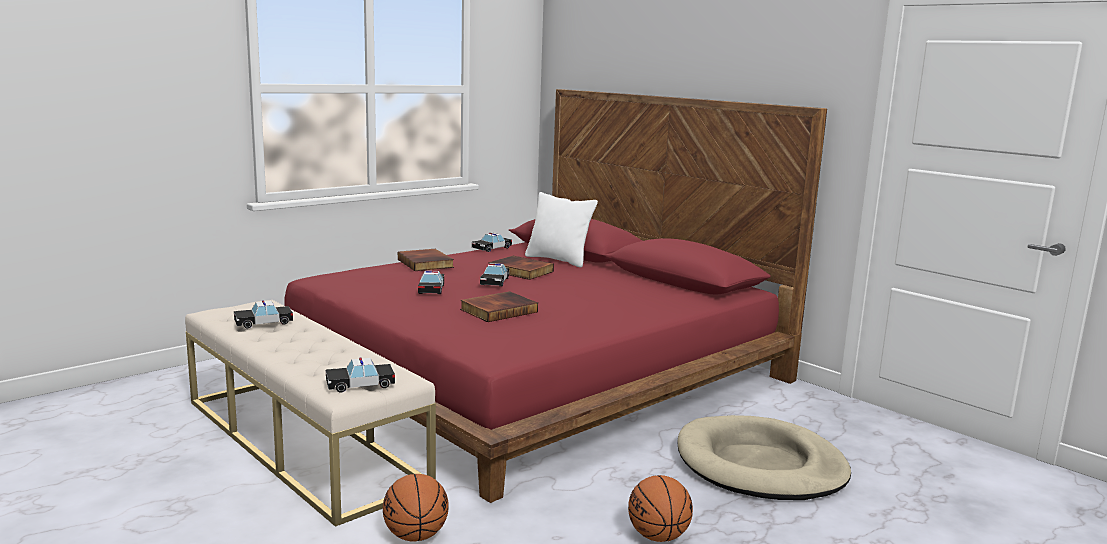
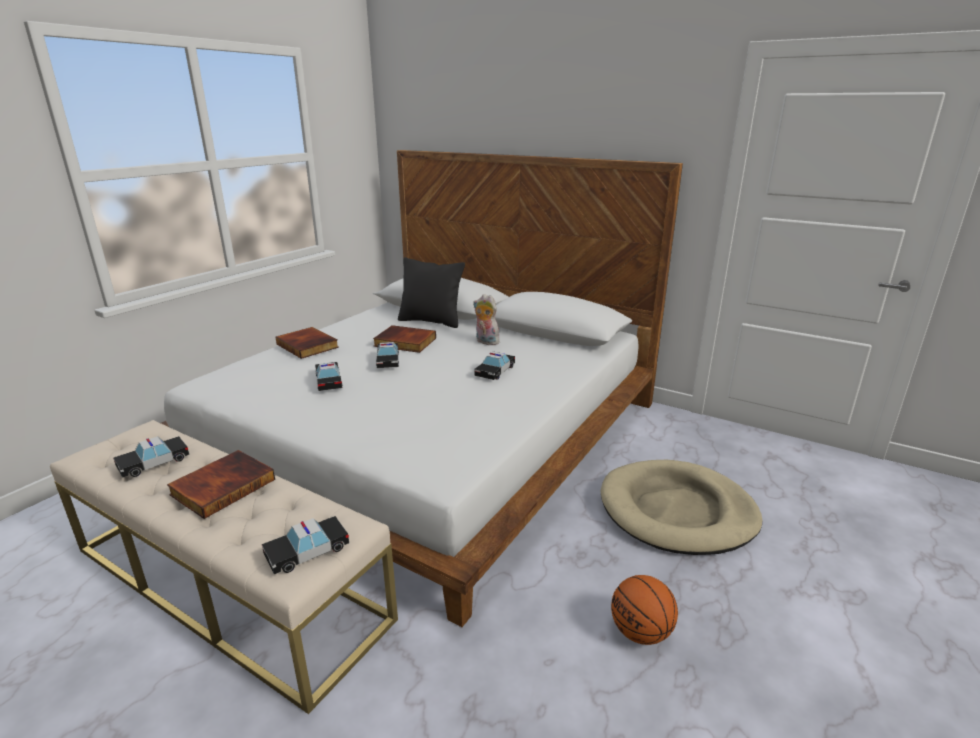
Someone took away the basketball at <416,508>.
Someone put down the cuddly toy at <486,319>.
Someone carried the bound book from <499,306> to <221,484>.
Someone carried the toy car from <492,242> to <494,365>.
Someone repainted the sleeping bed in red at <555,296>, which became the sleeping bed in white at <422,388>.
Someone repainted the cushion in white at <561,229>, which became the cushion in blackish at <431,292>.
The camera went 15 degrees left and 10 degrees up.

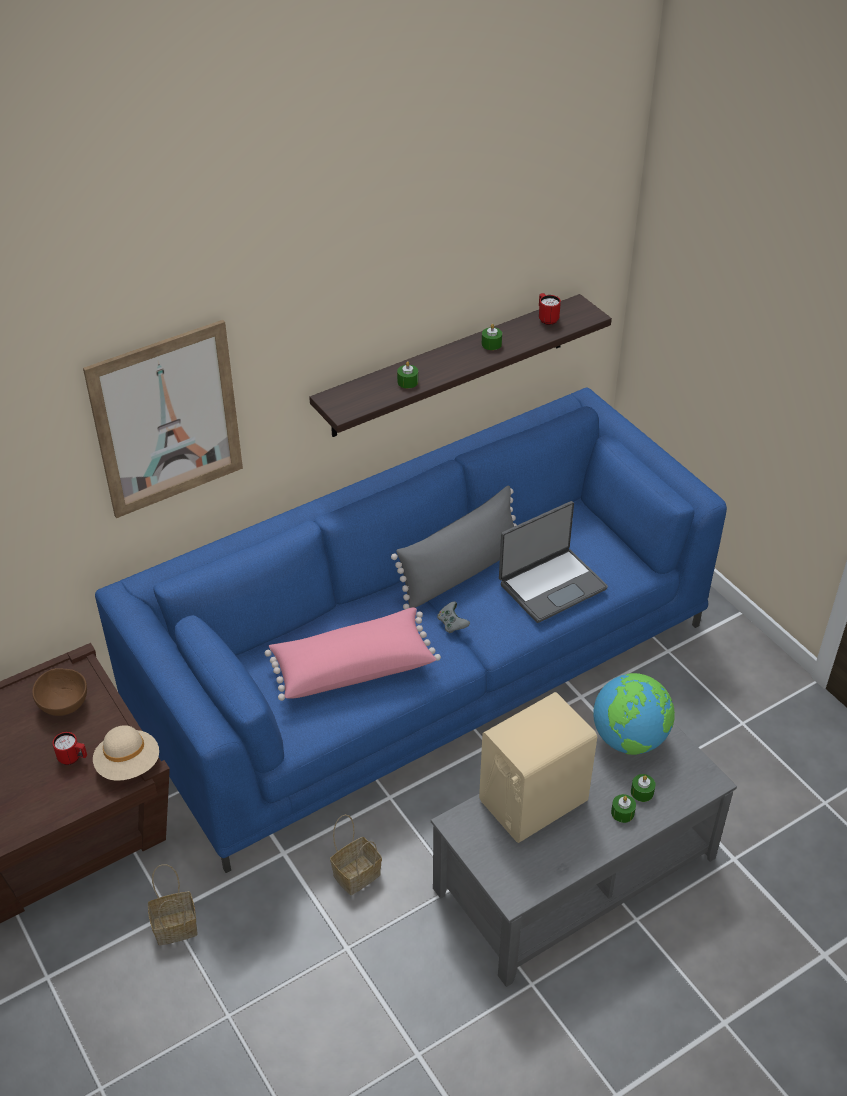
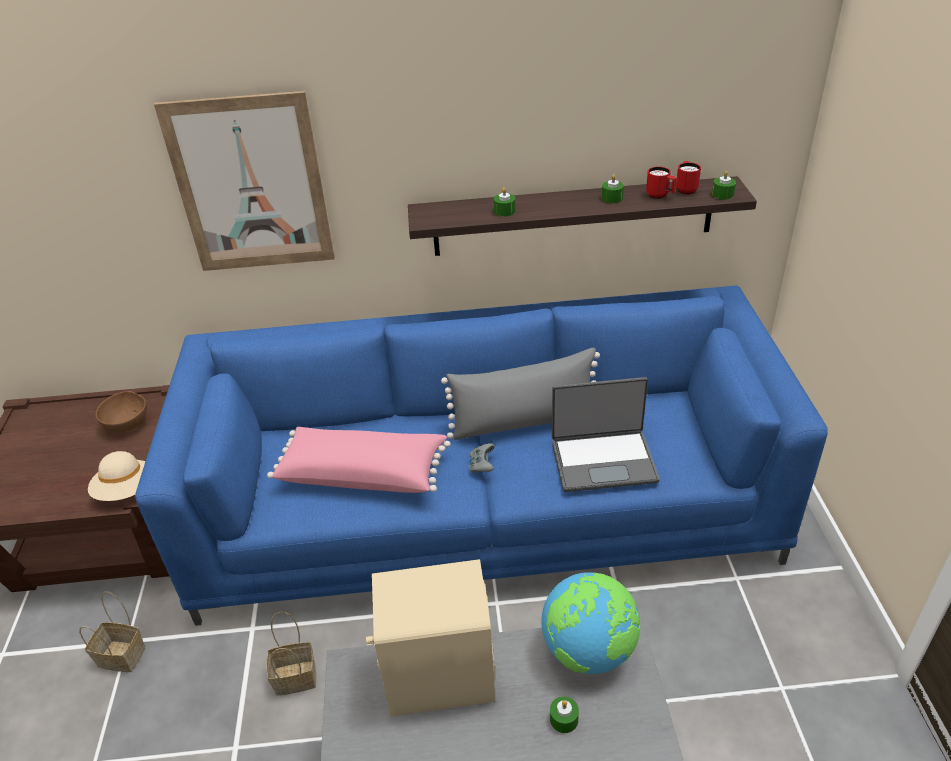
Someone carried the coffee mug in red from <69,748> to <661,182>.
Someone carried the wax candle in green-coloured from <623,808> to <724,185>.
The camera went 30 degrees right and 5 degrees down.

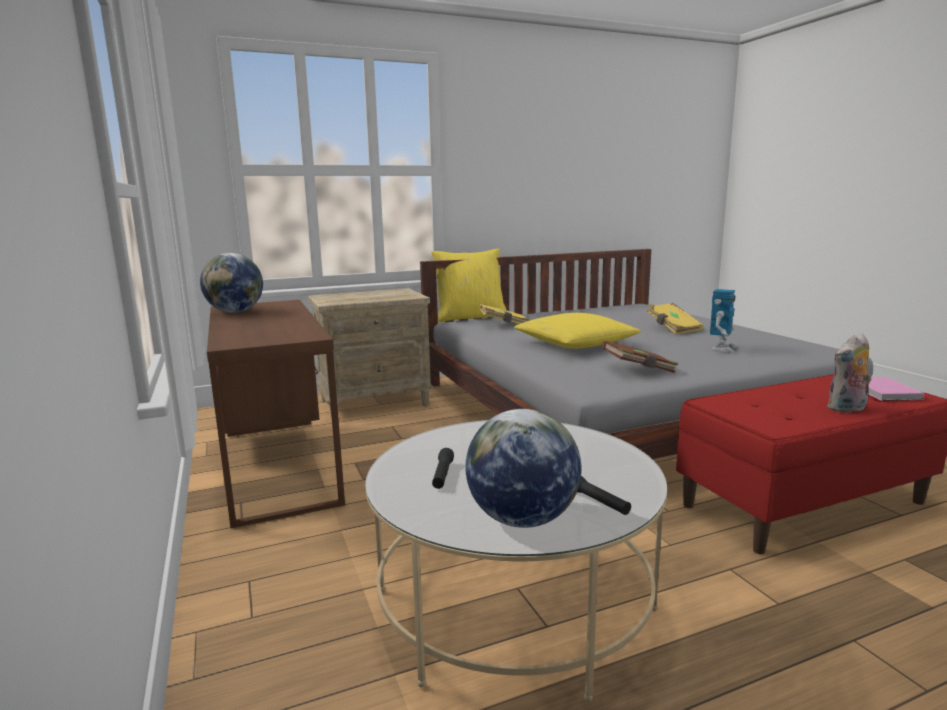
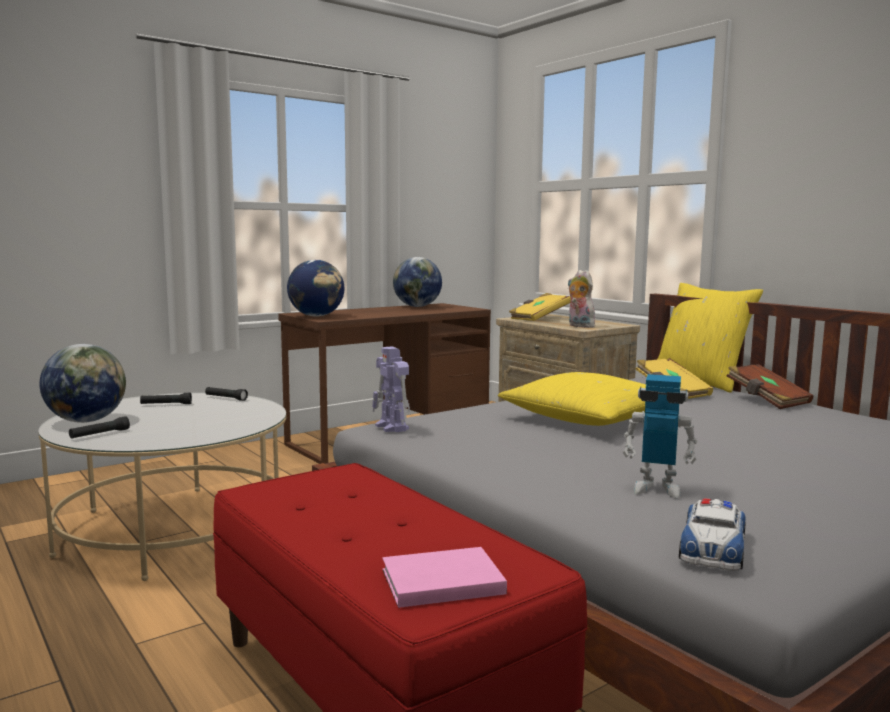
Someone put down the torch in blackish at <226,394>.
Someone put down the world globe at <315,288>.
Someone put down the robot figure at <391,389>.
Someone put down the toy car at <712,535>.
Someone carried the bound book in brown from <640,357> to <770,386>.
Someone carried the bound book in yellow-coloured from <675,318> to <540,307>.
Someone carried the cuddly toy from <849,373> to <581,299>.
The camera went 75 degrees right and 5 degrees down.

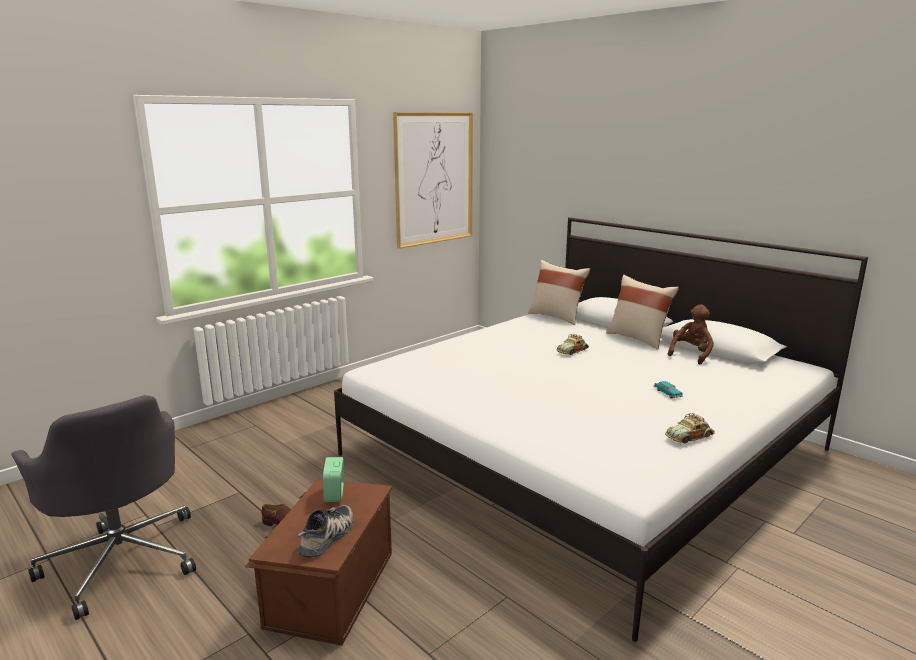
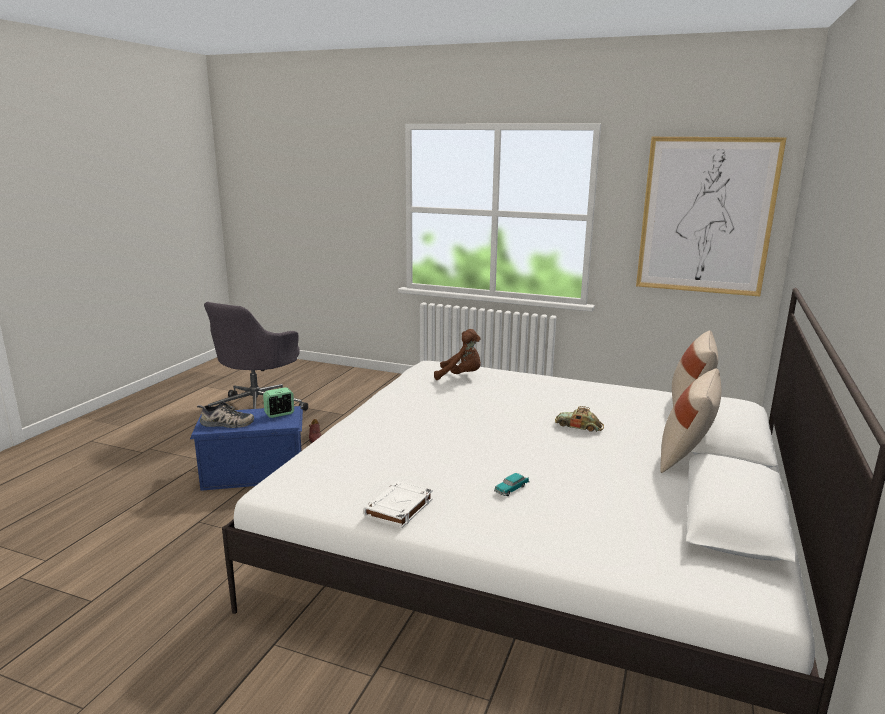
Someone carried the cuddly toy in brown from <691,334> to <457,354>.
Someone swapped the toy car at <690,428> for the bound book in white at <398,504>.
Someone repainted the storage bin in brown at <318,562>, which became the storage bin in blue at <246,448>.
The camera went 65 degrees right and 0 degrees up.

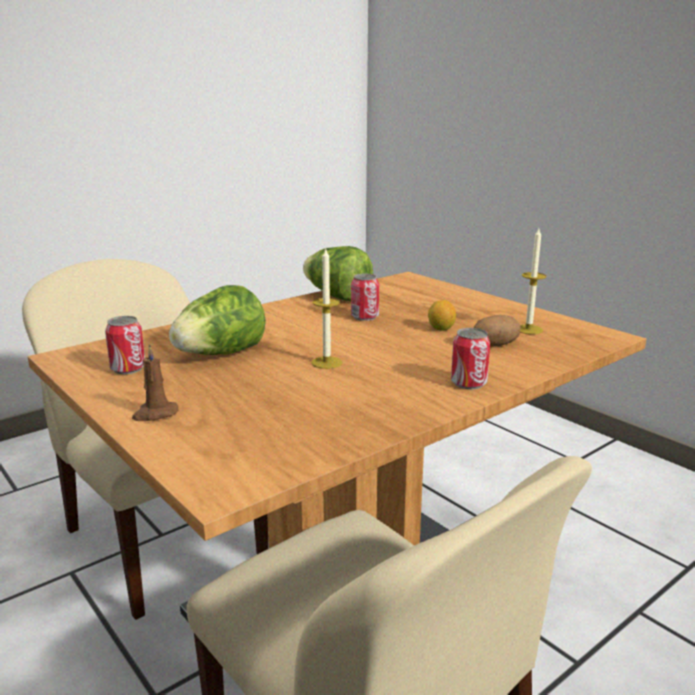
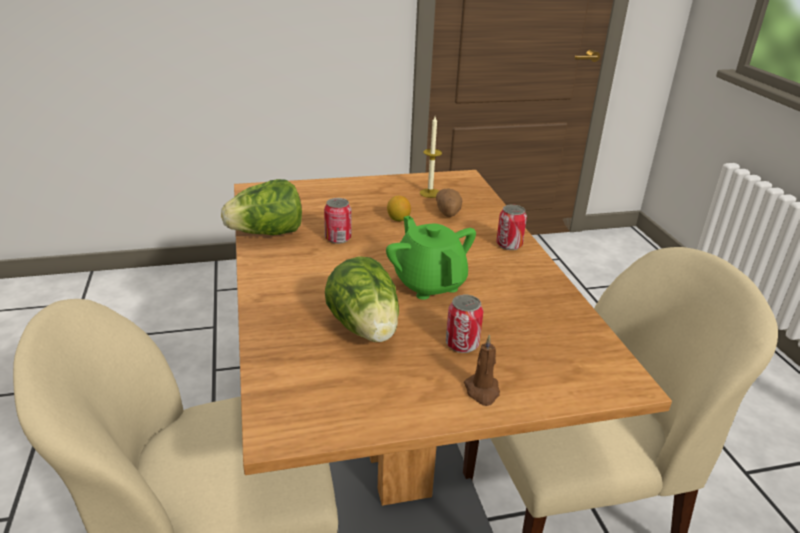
Someone carried the can from <125,345> to <464,324>.
Someone swapped the wax candle at <327,309> for the tea pot in green-coloured at <431,258>.
The camera went 65 degrees left and 10 degrees up.

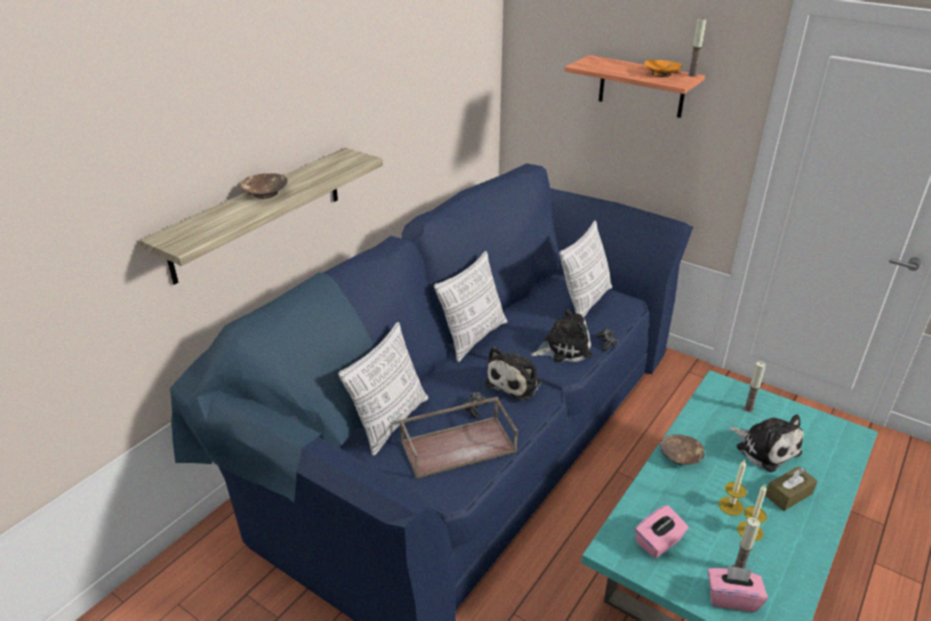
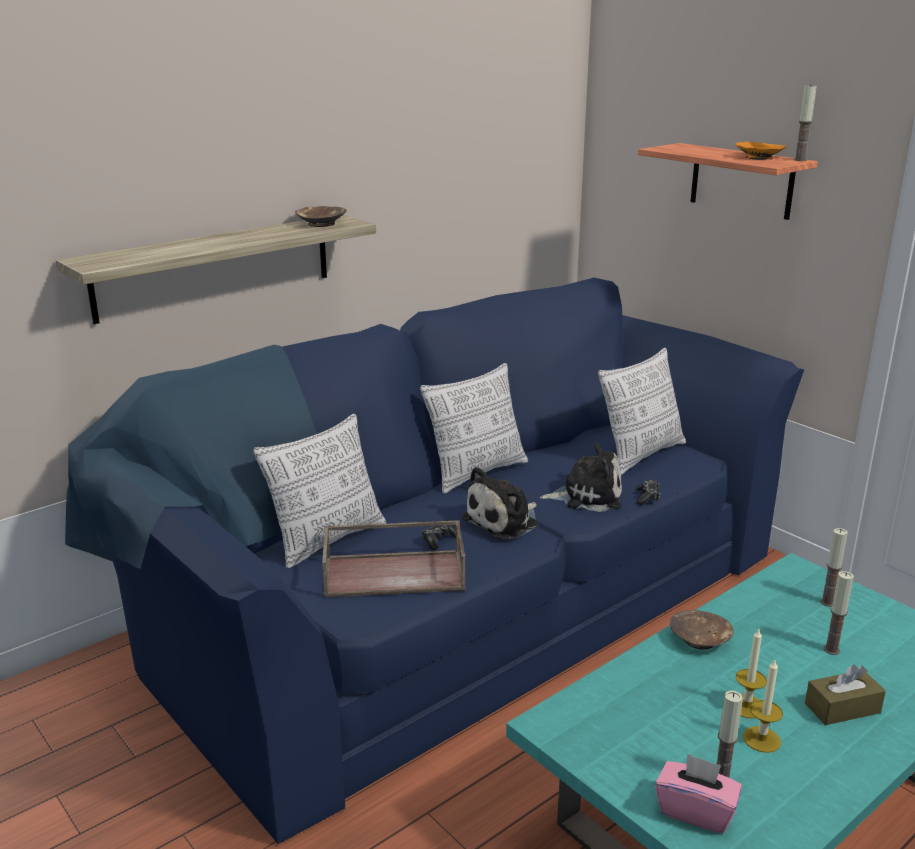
Someone took away the tissue holder in pink at <662,531>.
Someone carried the deep dish in brown from <264,186> to <321,216>.
Someone swapped the cuddly toy at <766,443> for the wax candle at <839,613>.
The camera went 15 degrees right and 10 degrees down.

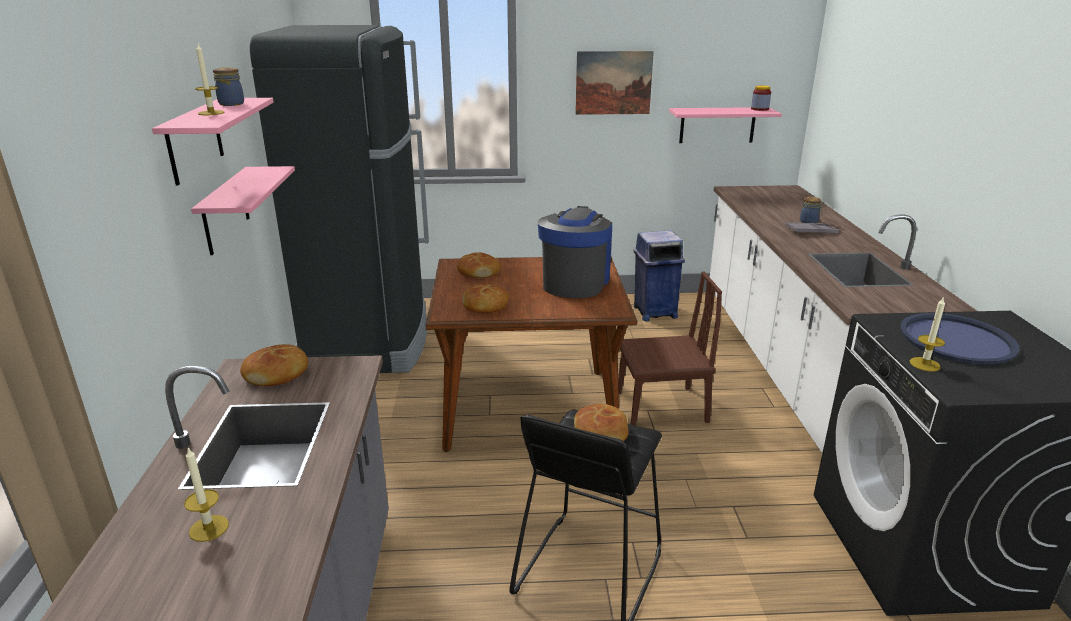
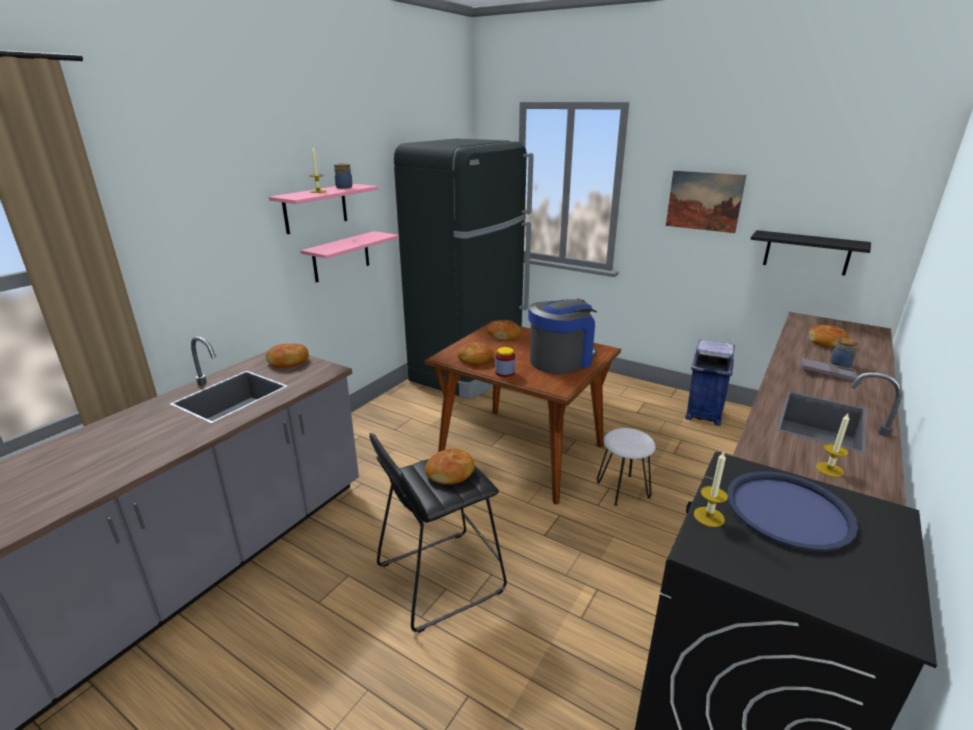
Someone put down the baked bread at <828,336>.
Someone carried the wax candle from <206,495> to <832,445>.
Someone carried the jar from <761,98> to <505,362>.
Someone swapped the upright chair in brown at <670,348> for the sitting stool in white at <626,467>.
Someone repainted the wall shelf in pink at <725,125>, which became the wall shelf in blackish at <810,253>.
The camera went 35 degrees right and 0 degrees up.

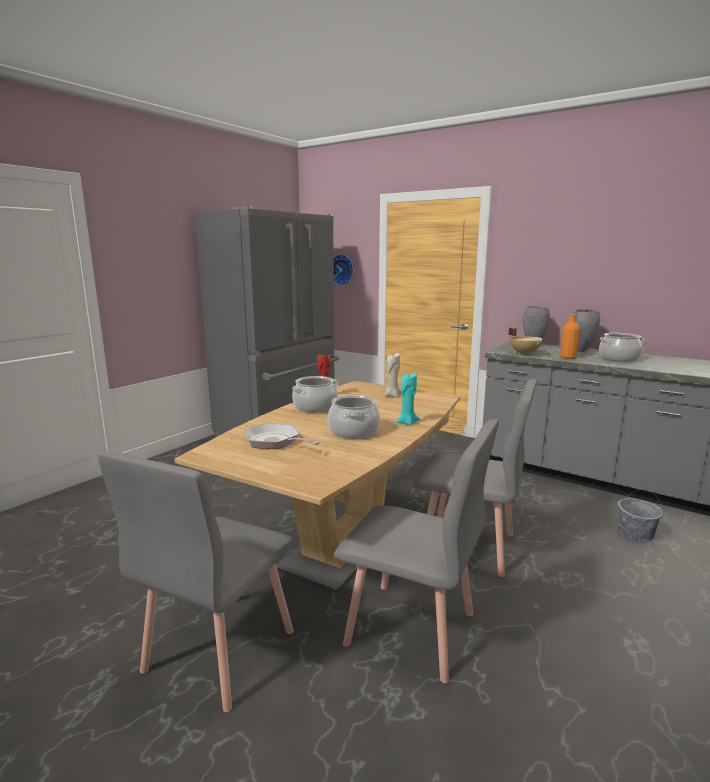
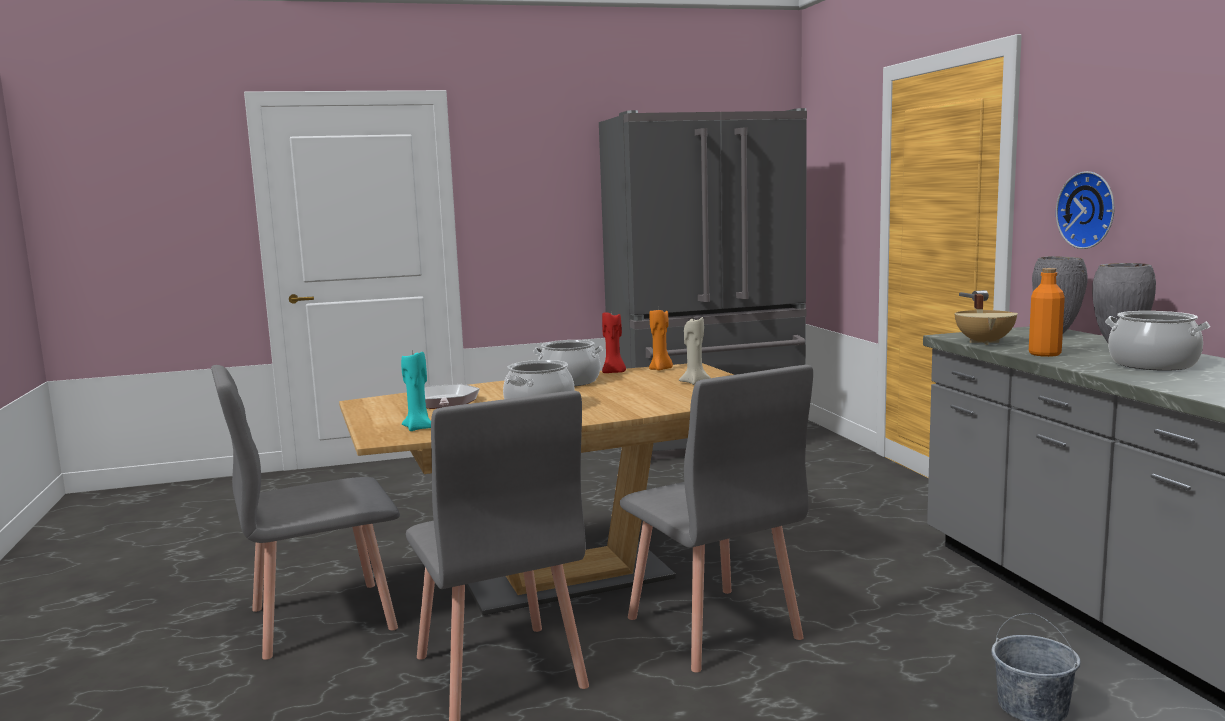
Someone put down the wax candle in orangey at <661,340>.
Someone carried the hanging clock from <344,270> to <1085,210>.
Someone carried the wax candle in turquoise from <408,399> to <416,390>.
The camera went 40 degrees right and 5 degrees down.

